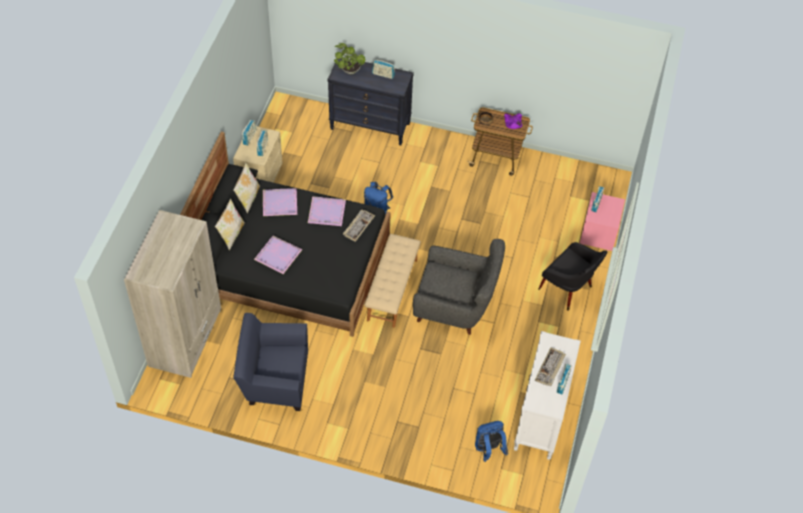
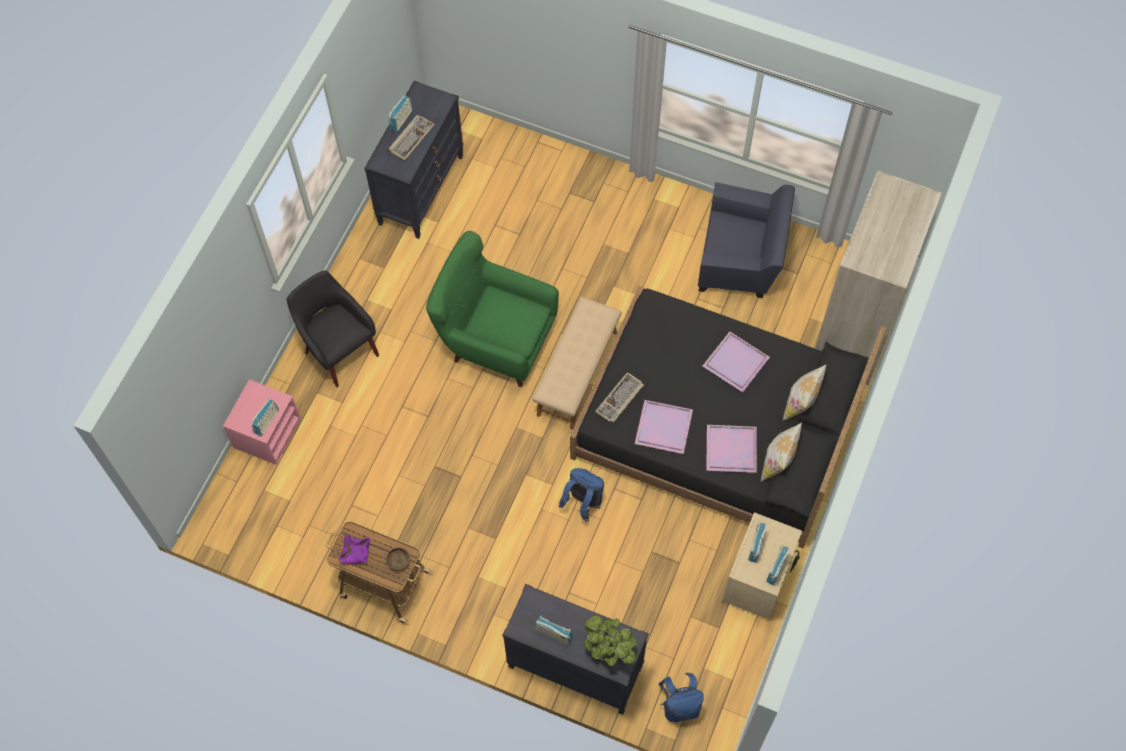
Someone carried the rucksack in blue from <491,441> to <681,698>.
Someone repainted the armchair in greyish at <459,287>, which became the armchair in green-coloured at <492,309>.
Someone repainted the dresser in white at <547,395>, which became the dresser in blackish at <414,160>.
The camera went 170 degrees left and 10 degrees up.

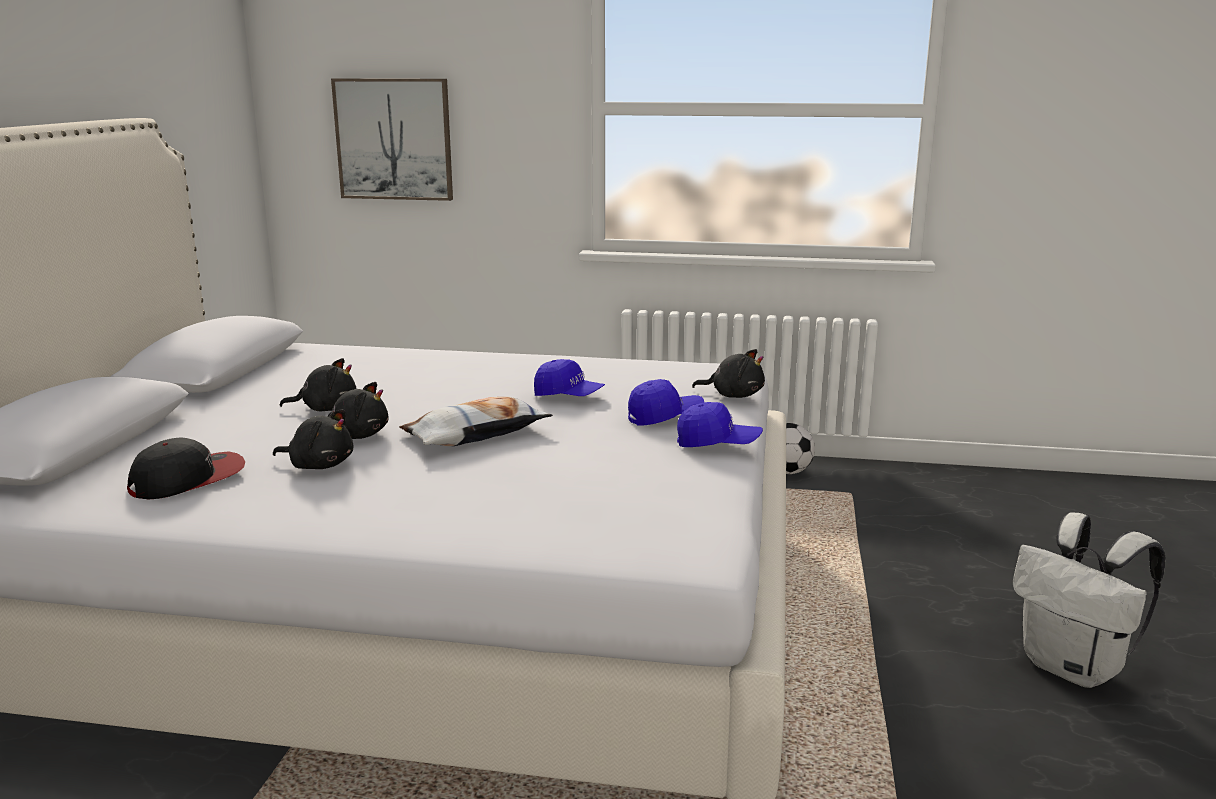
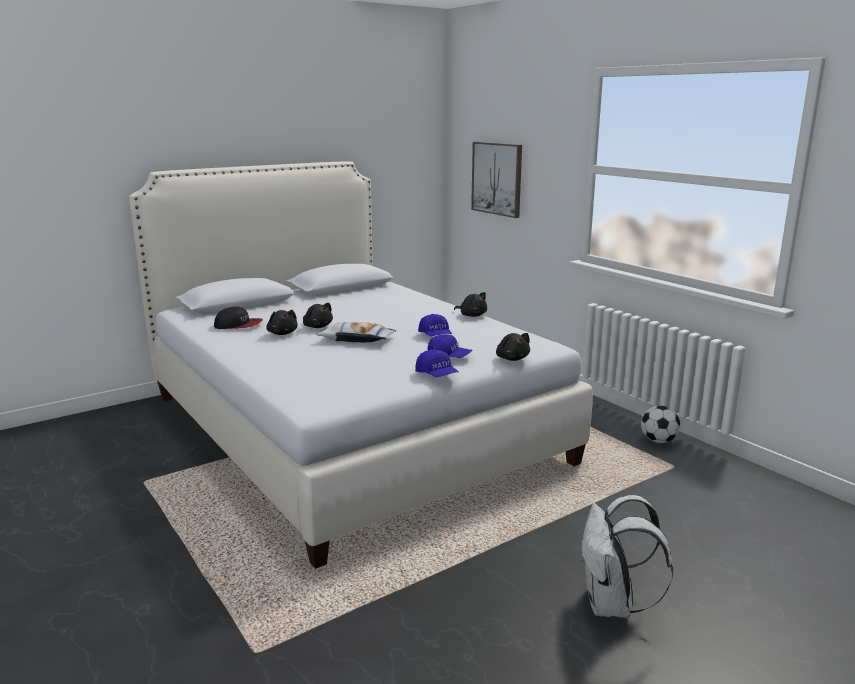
Someone carried the cuddly toy in blackish from <318,385> to <470,304>.
The camera went 45 degrees right and 0 degrees up.

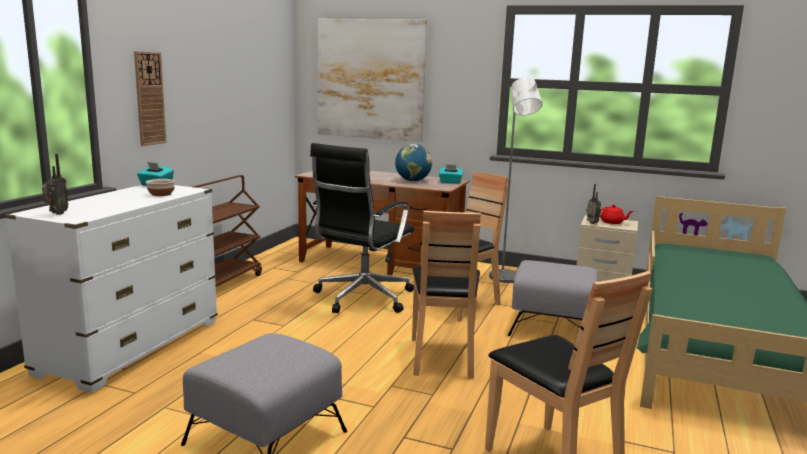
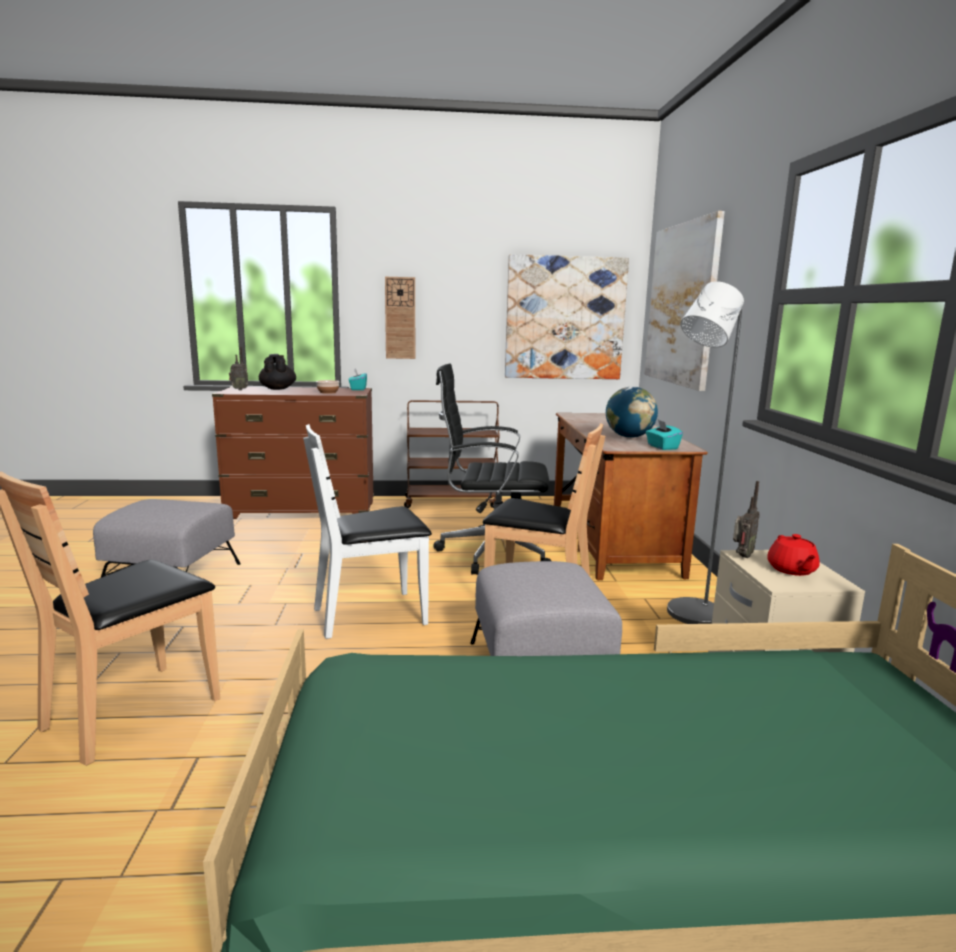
Someone put down the tea pot in blackish at <277,372>.
Someone put up the wall art at <567,316>.
Someone repainted the dresser in white at <111,289>, which became the dresser in brown at <293,452>.
Someone repainted the upright chair in brown at <446,294>, which became the upright chair in white at <367,531>.
The camera went 65 degrees right and 0 degrees up.

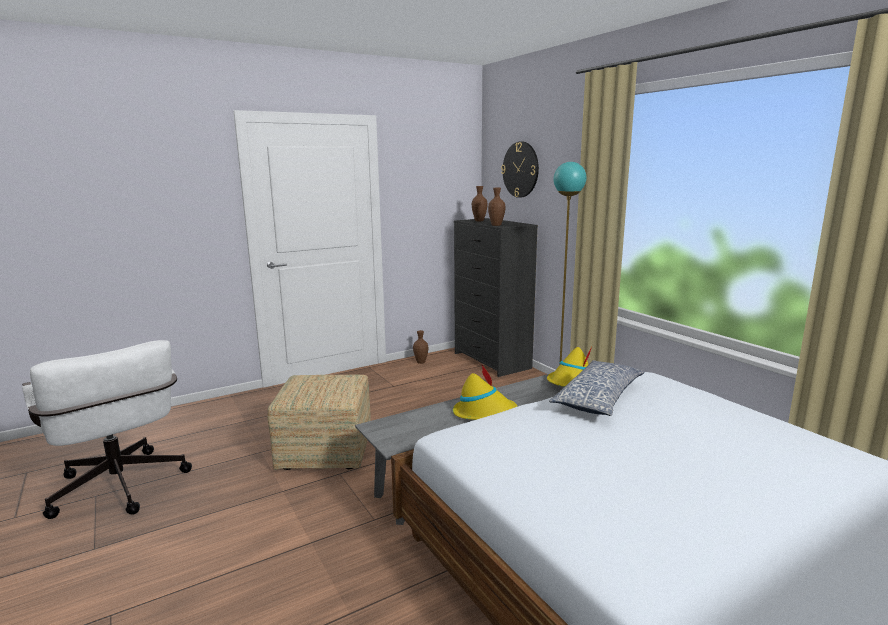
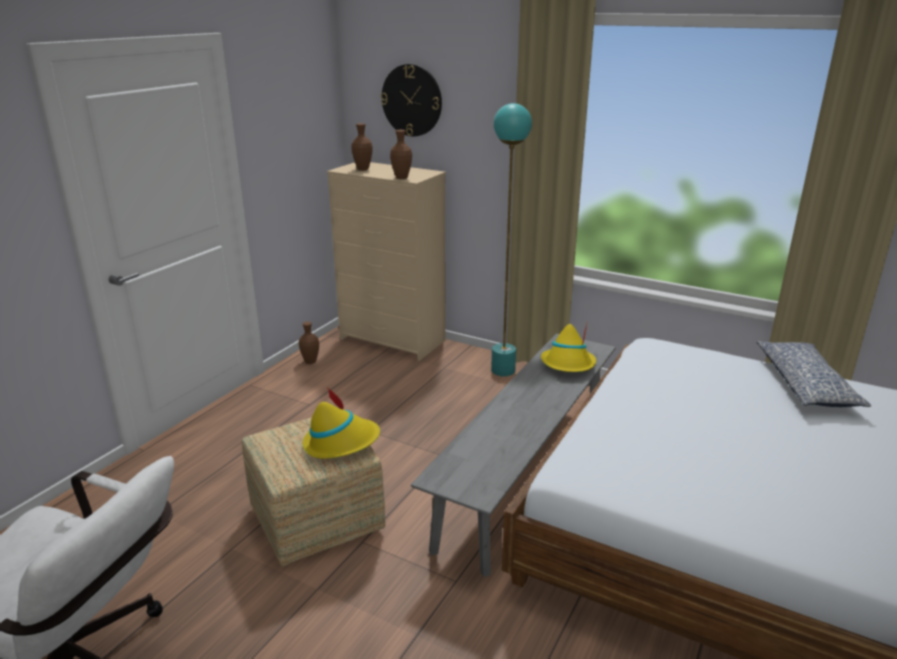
Someone carried the hat in yellow-coloured from <485,391> to <341,423>.
Someone carried the cushion from <597,388> to <813,374>.
Someone repainted the dresser in blackish at <496,297>, which became the dresser in sand-coloured at <386,261>.
The camera went 30 degrees left and 10 degrees up.

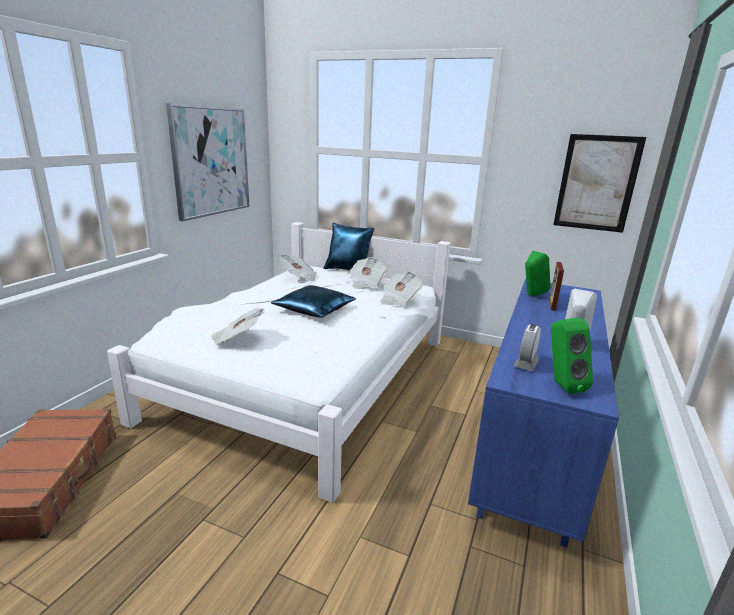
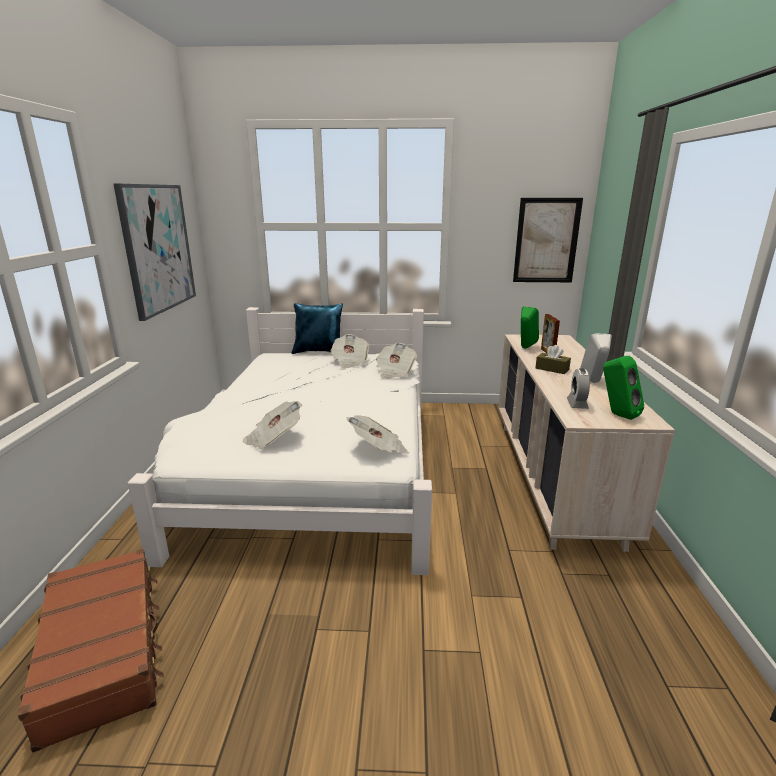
Someone took away the cushion in blue at <313,301>.
Someone put down the tissue holder in brown at <553,359>.
Someone carried the newspaper from <298,268> to <377,434>.
Someone repainted the dresser in blue at <543,413>, which became the dresser in sand-coloured at <586,443>.
The camera went 20 degrees left and 0 degrees up.

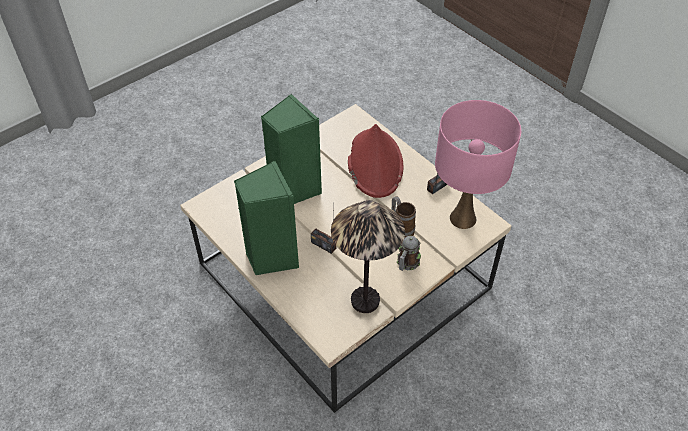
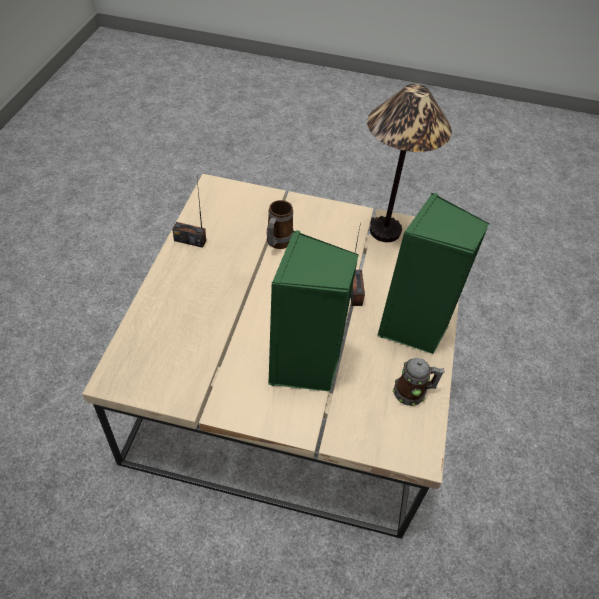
Someone took away the hat in red at <376,161>.
Someone took away the lamp for a table in pink at <478,164>.
Someone carried the coffee mug from <409,253> to <418,382>.
The camera went 130 degrees left and 0 degrees up.

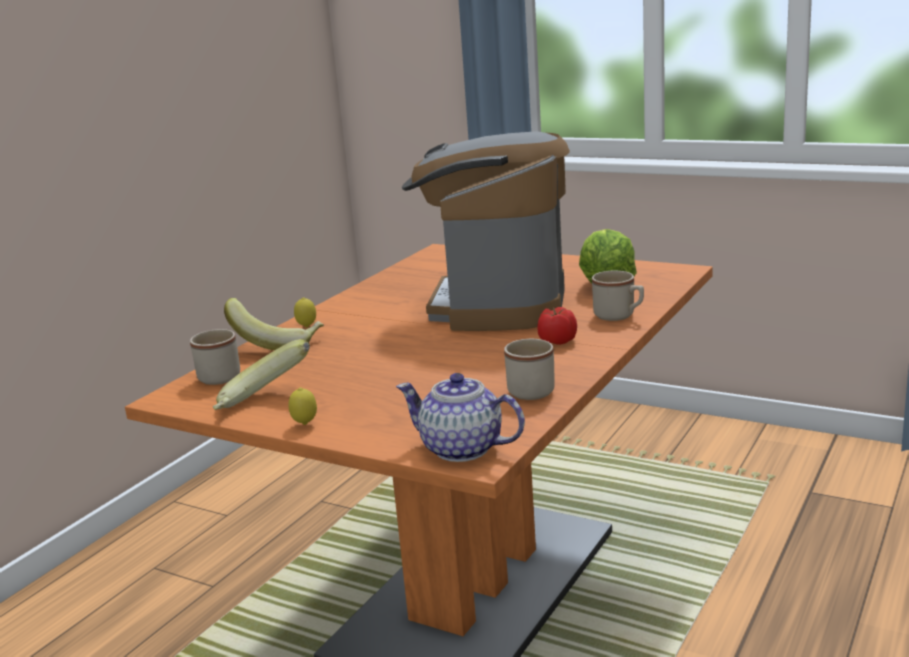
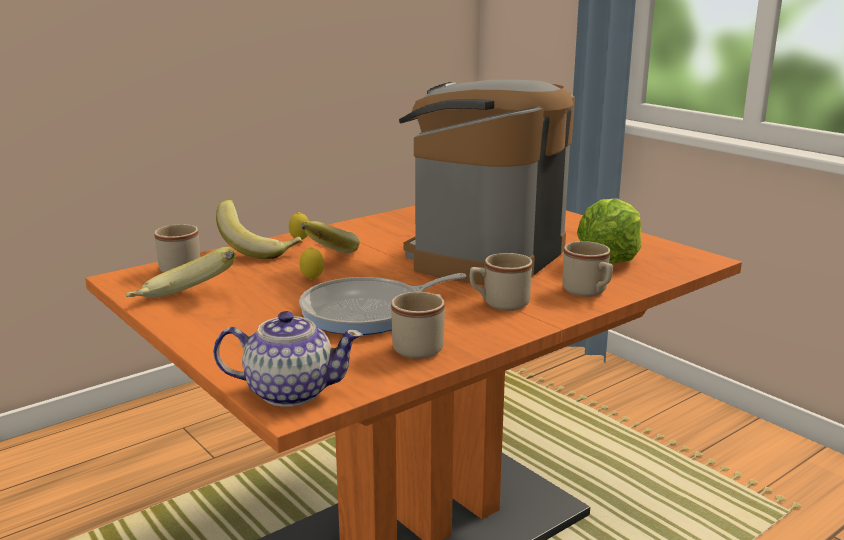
Someone put down the skillet at <382,304>.
Someone put down the banana fruit at <330,237>.
Someone carried the lemon from <302,406> to <312,263>.
Someone swapped the fresh tomato at <557,326> for the coffee mug in sand-coloured at <501,282>.
Someone rotated the tea pot at <460,417> by 135 degrees clockwise.
The camera went 20 degrees right and 0 degrees up.

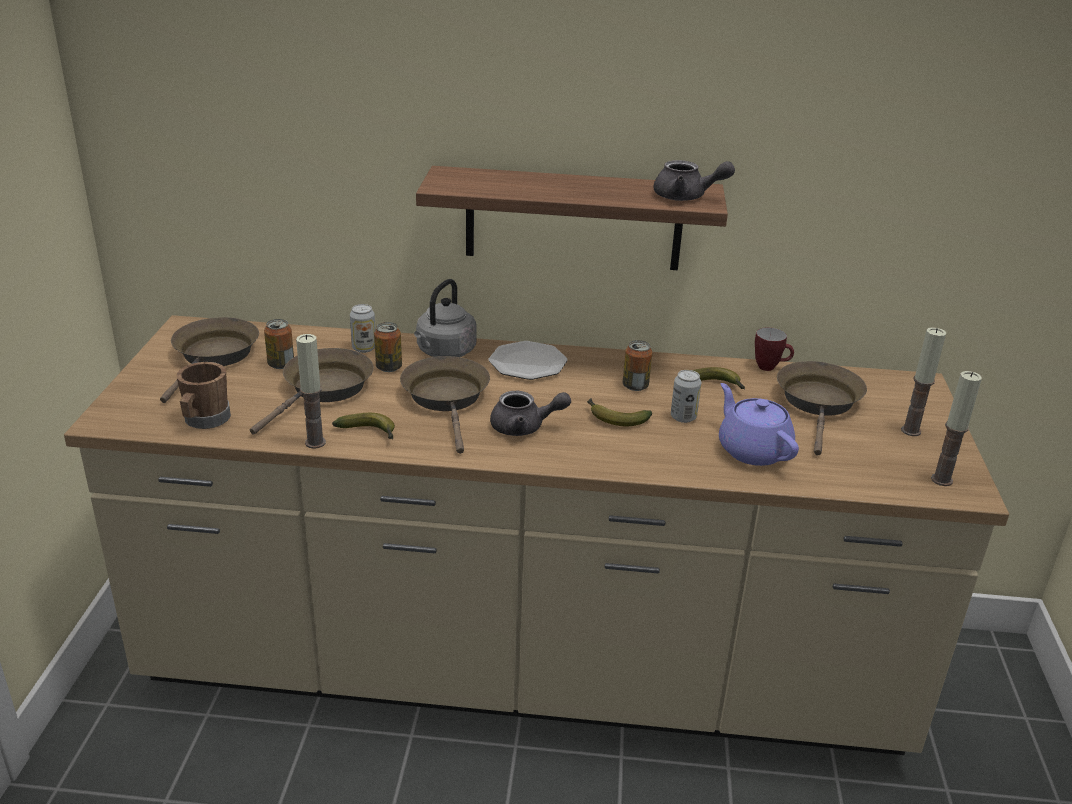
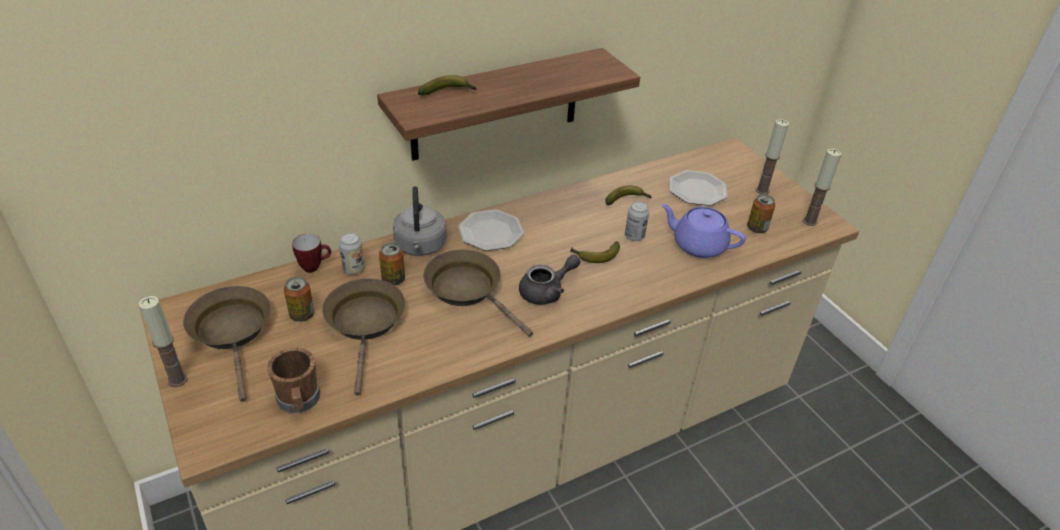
Someone took away the tea pot in greyish at <694,180>.
Someone carried the wax candle from <311,391> to <163,341>.
Someone carried the banana fruit from <363,426> to <447,85>.
Someone carried the can from <638,365> to <761,213>.
Someone carried the coffee mug from <774,349> to <311,253>.
Someone swapped the skillet in brown at <822,408> for the plate at <698,188>.
The camera went 35 degrees left and 10 degrees up.

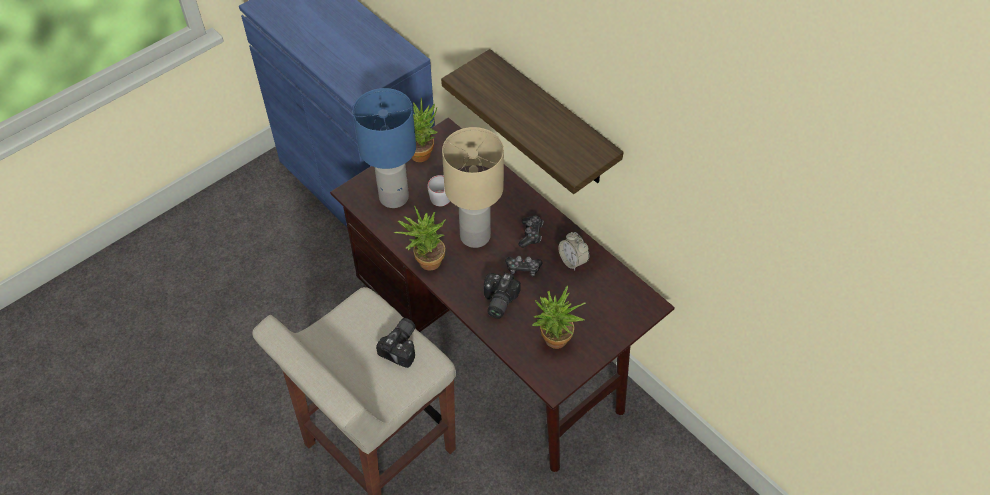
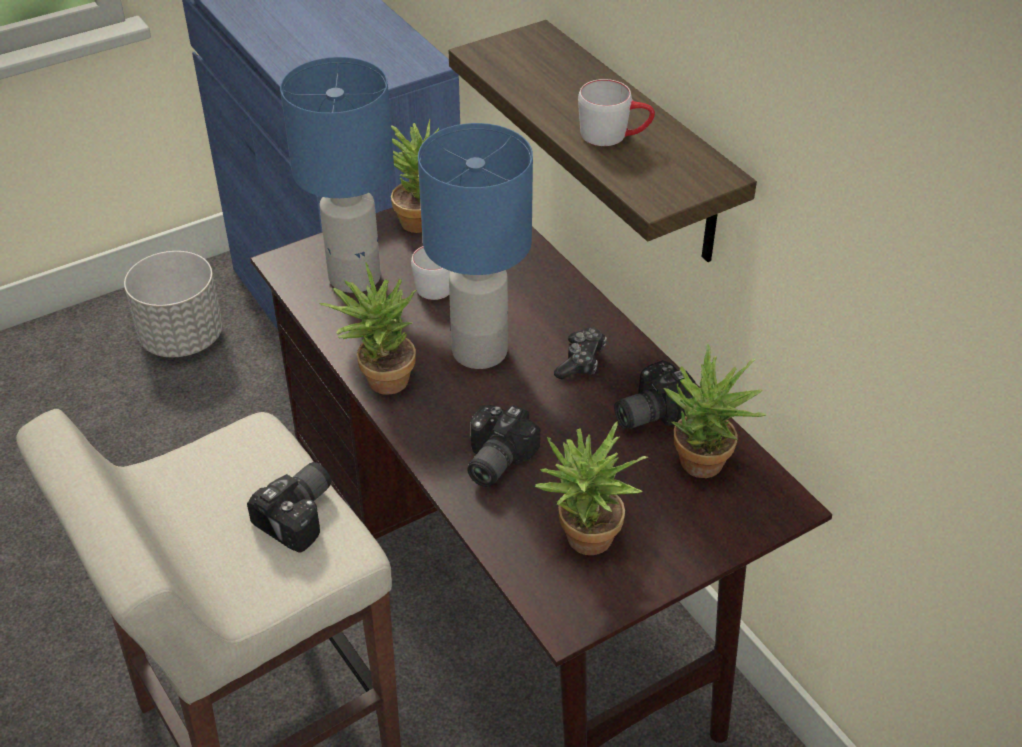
Someone took away the game controller at <524,266>.
Someone put down the flower pot in greyish at <173,304>.
Someone put down the coffee mug in greyish at <616,112>.
Someone put down the houseplant at <715,411>.
Someone swapped the alarm clock at <574,251> for the photo camera at <654,394>.
Someone repainted the lamp for a table in sand-coloured at <473,187>, which became the lamp for a table in blue at <475,246>.
The camera went 10 degrees right and 10 degrees down.

